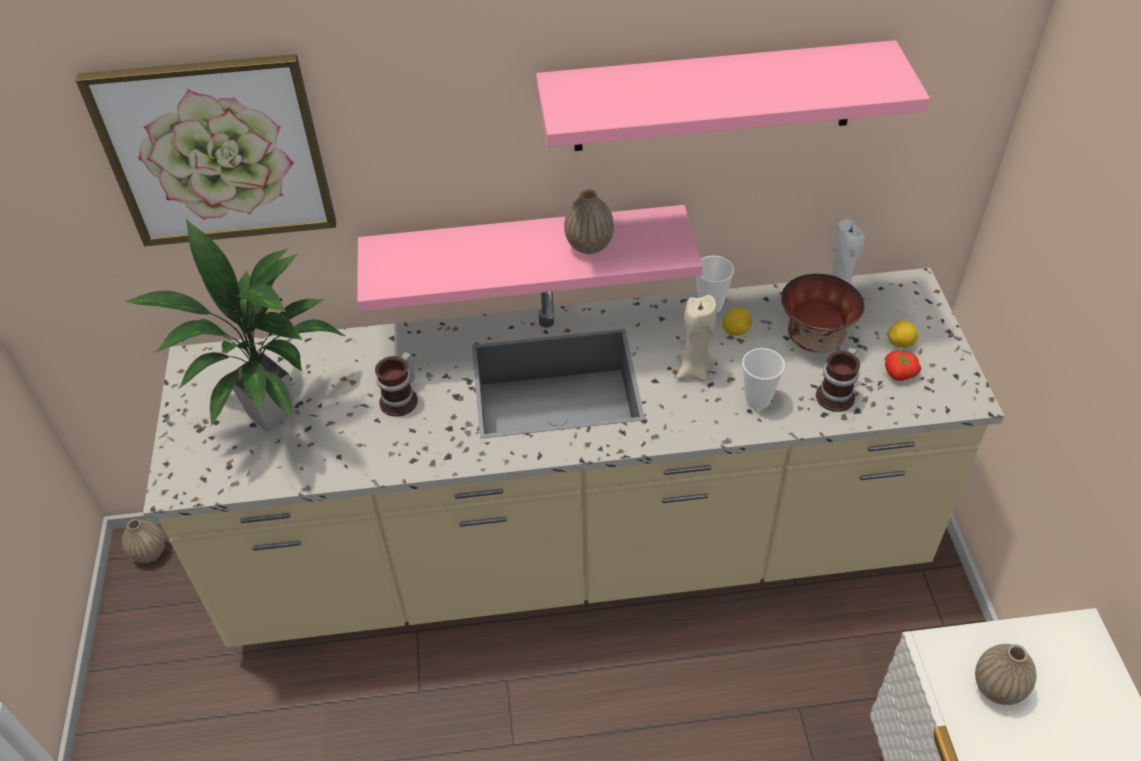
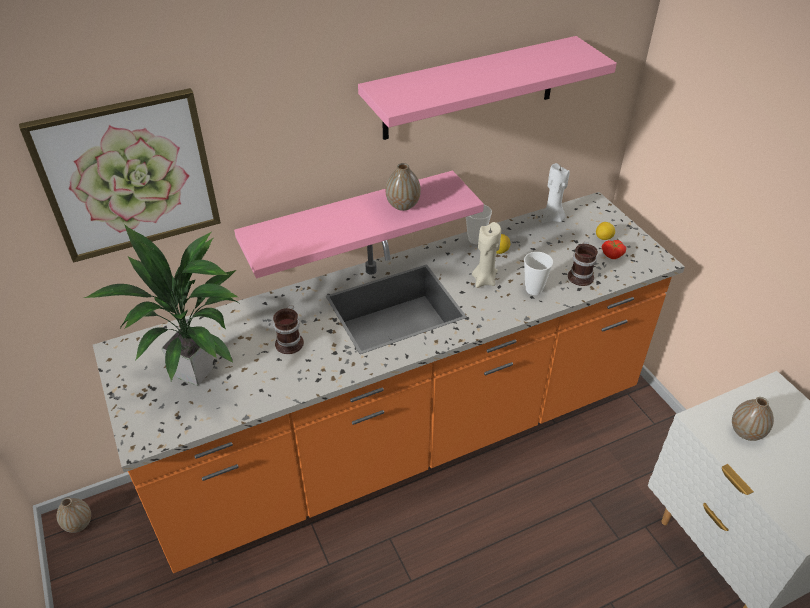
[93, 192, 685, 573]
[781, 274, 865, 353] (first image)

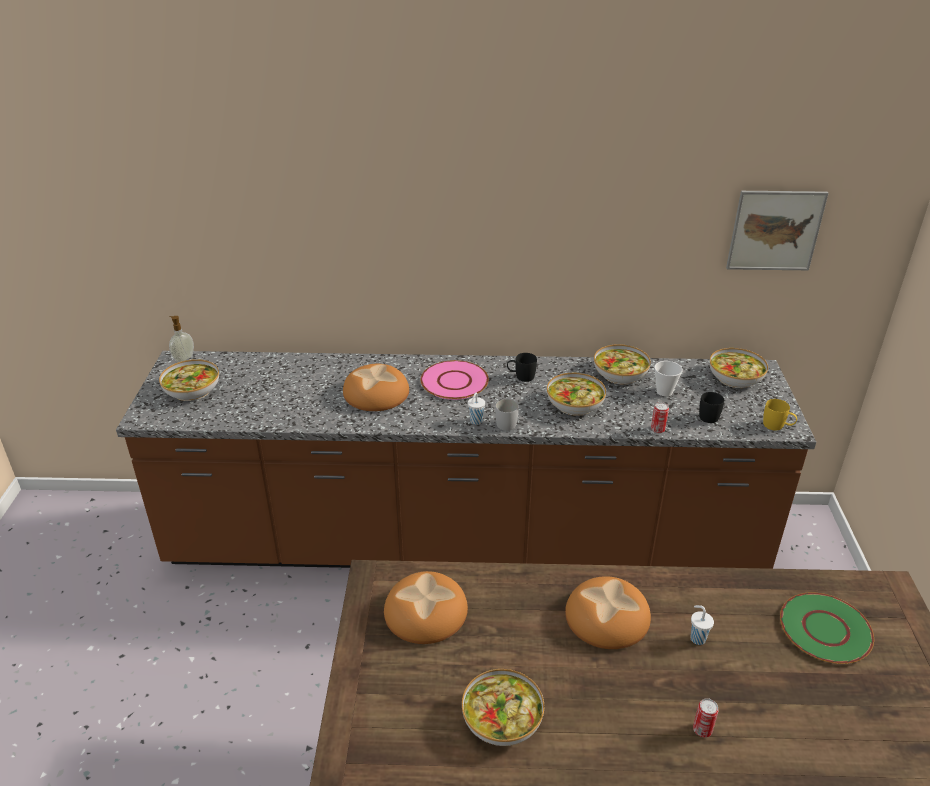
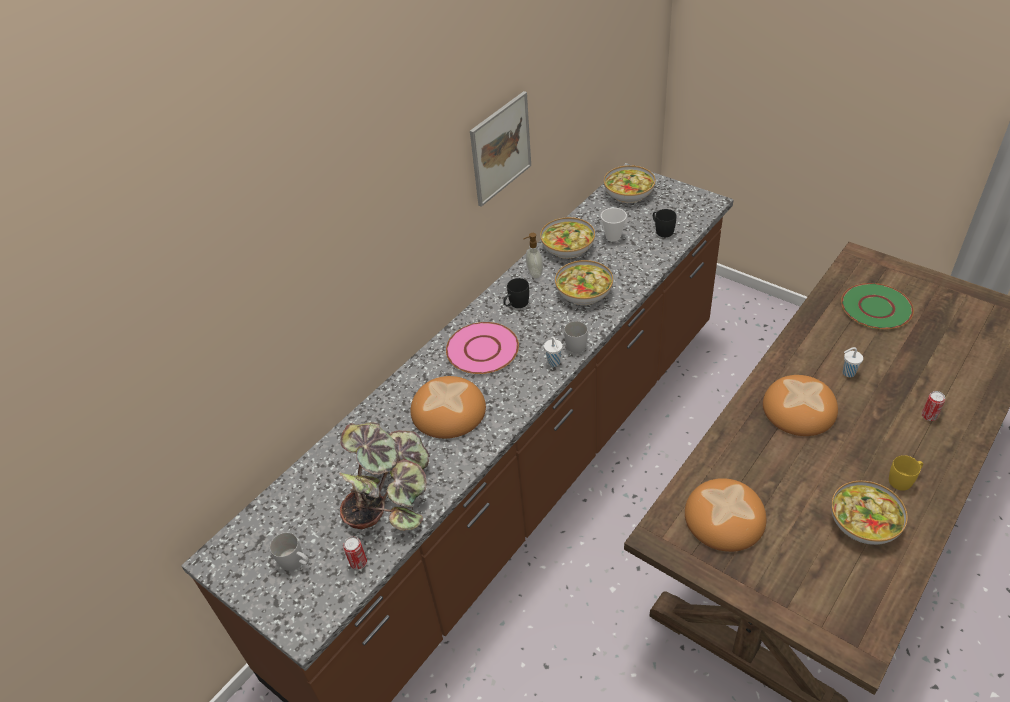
[270, 533, 309, 571]
[524, 233, 543, 279]
[343, 536, 367, 569]
[470, 91, 531, 207]
[889, 455, 923, 491]
[339, 422, 430, 531]

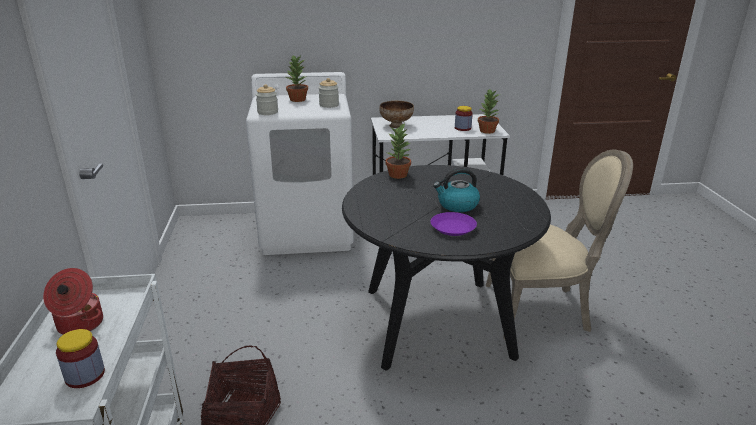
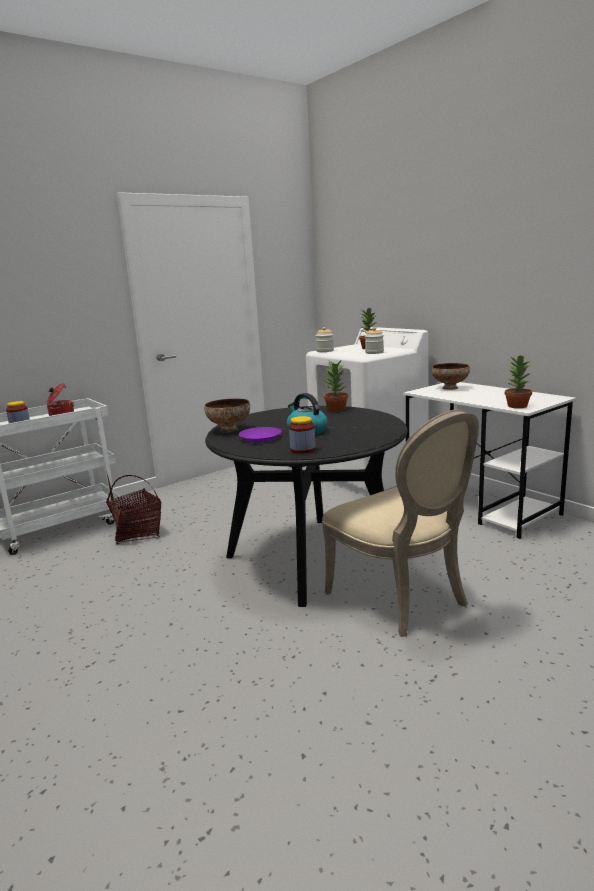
[289, 416, 316, 454]
[204, 398, 250, 433]

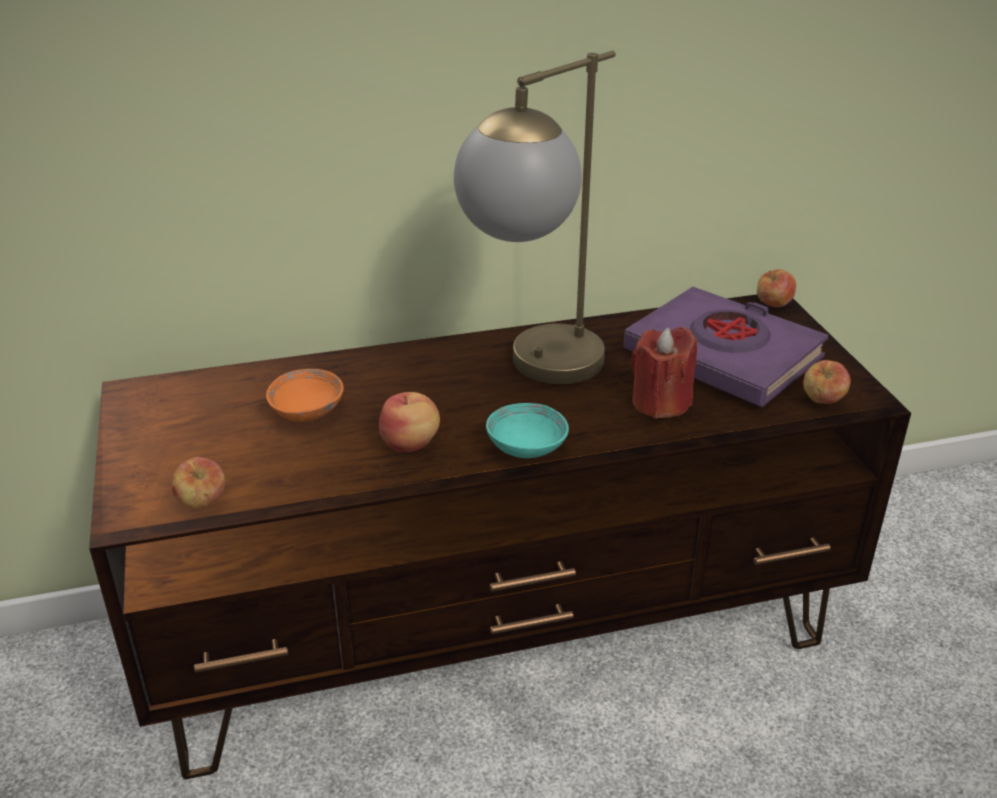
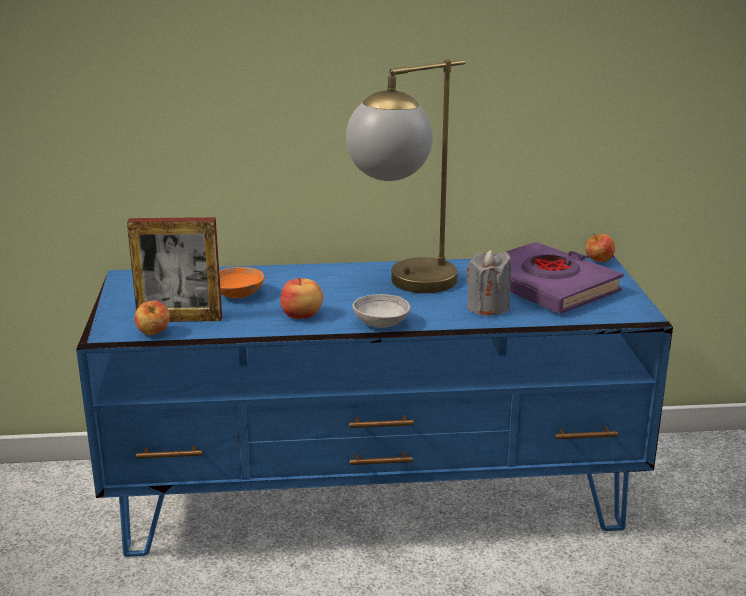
[76, 255, 673, 557]
[353, 294, 410, 328]
[466, 250, 511, 315]
[803, 360, 851, 404] (first image)
[127, 217, 222, 322]

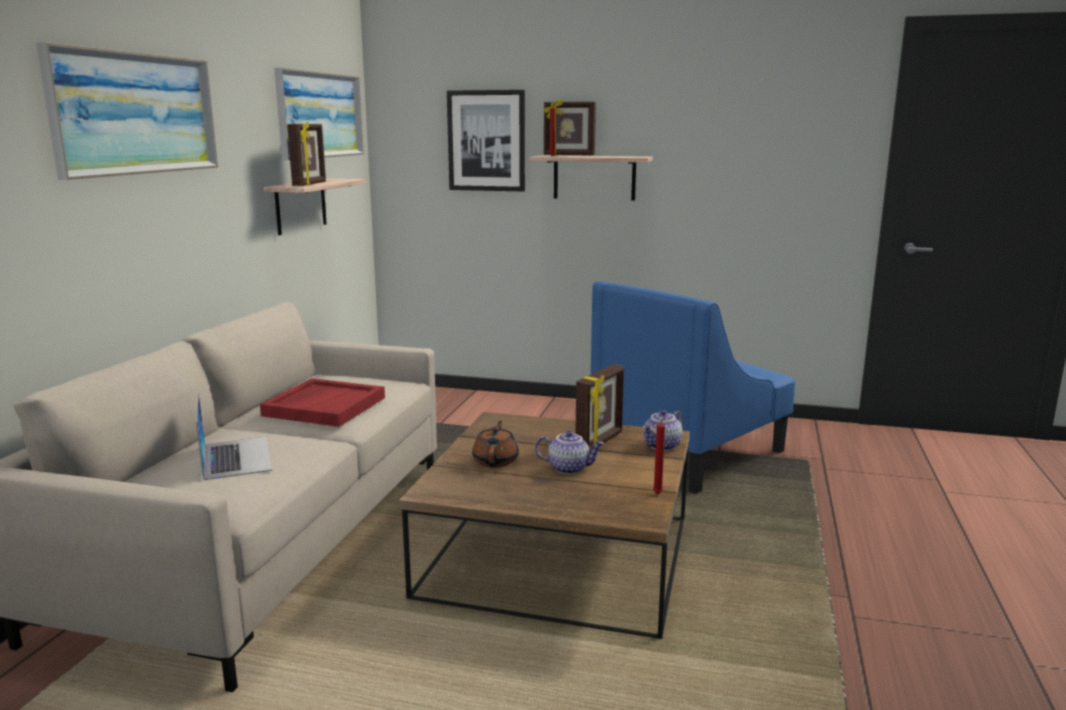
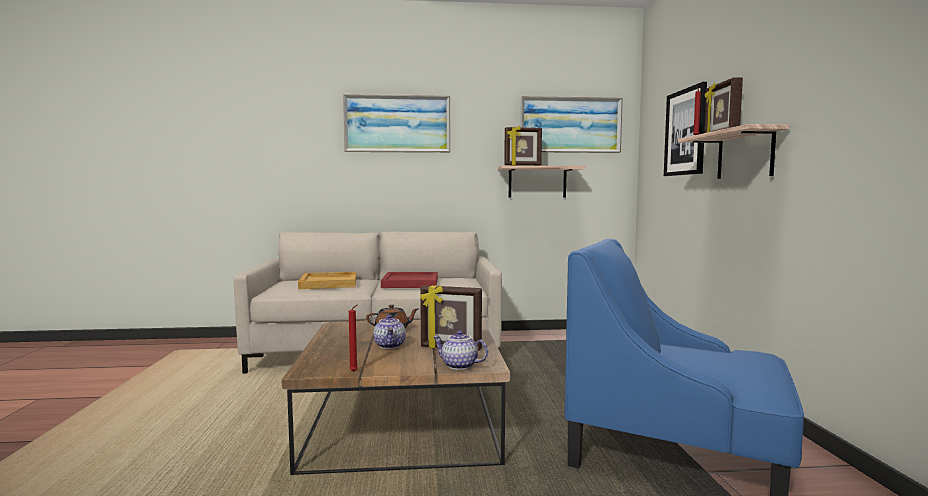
[298, 272, 356, 289]

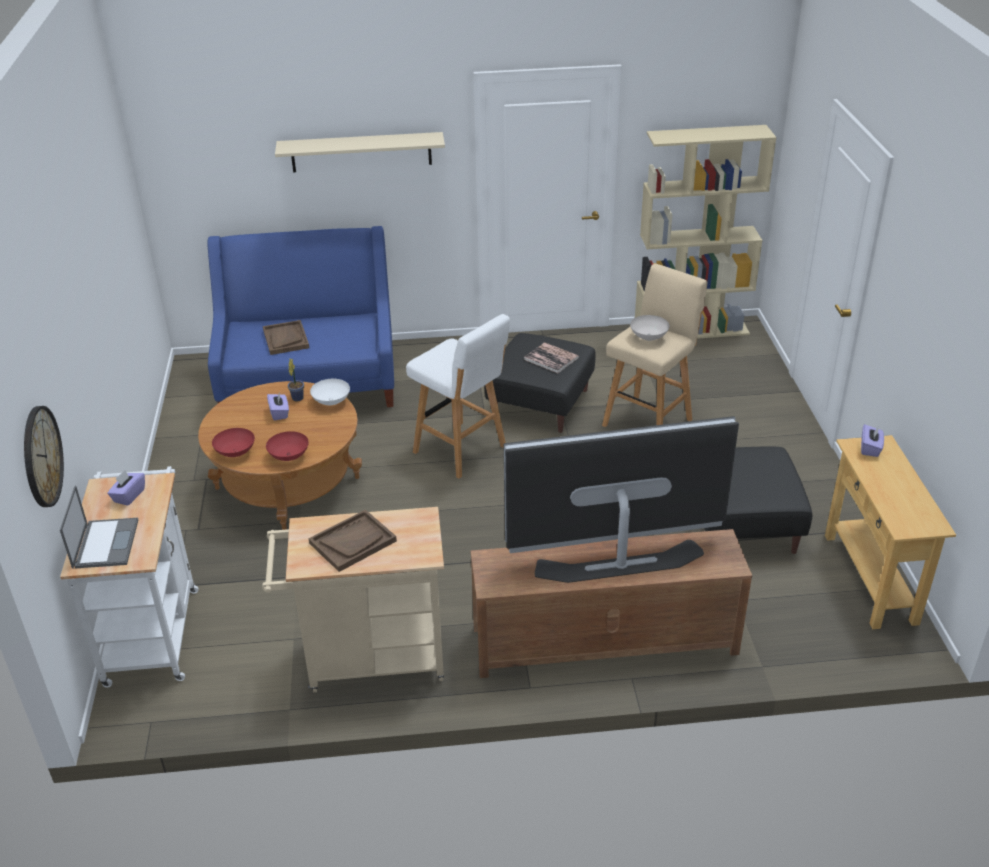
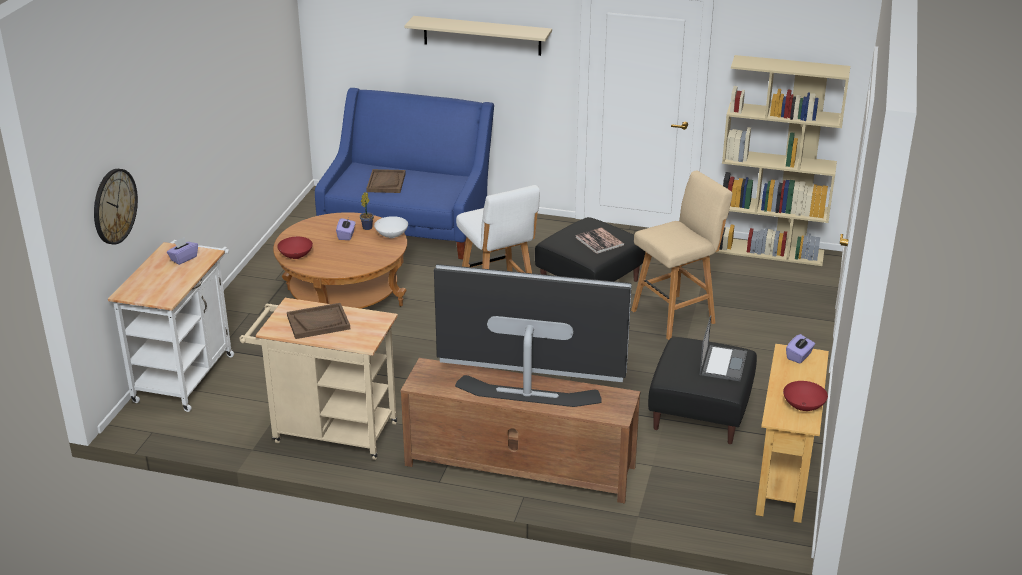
[699, 315, 747, 381]
[783, 381, 828, 411]
[630, 315, 670, 341] (first image)

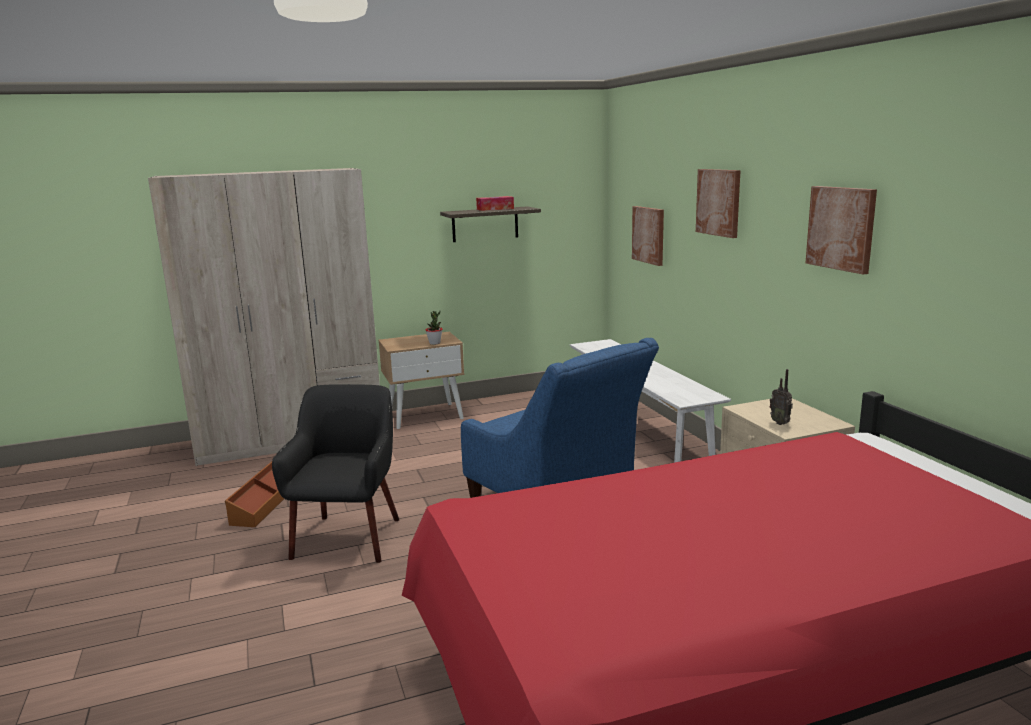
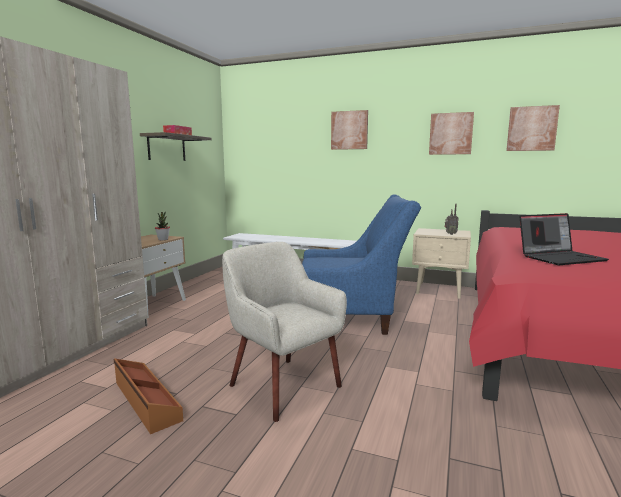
[222, 242, 347, 422]
[506, 105, 560, 151]
[519, 213, 609, 265]

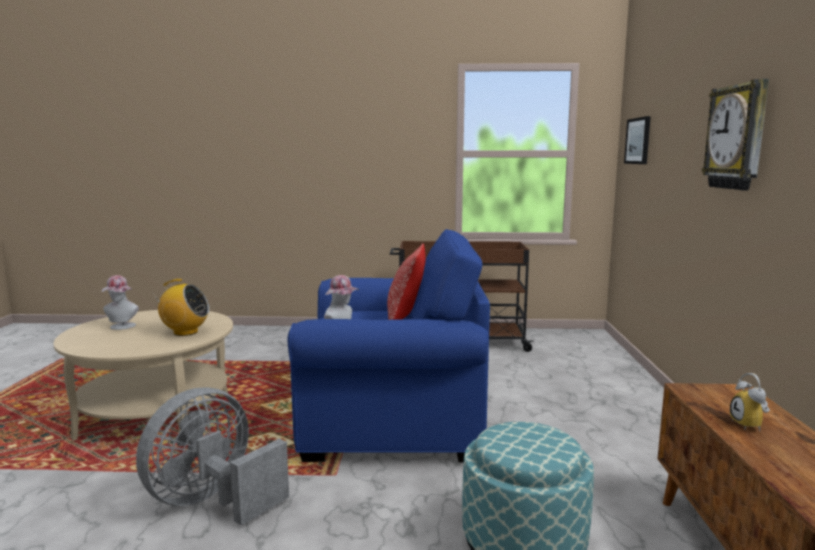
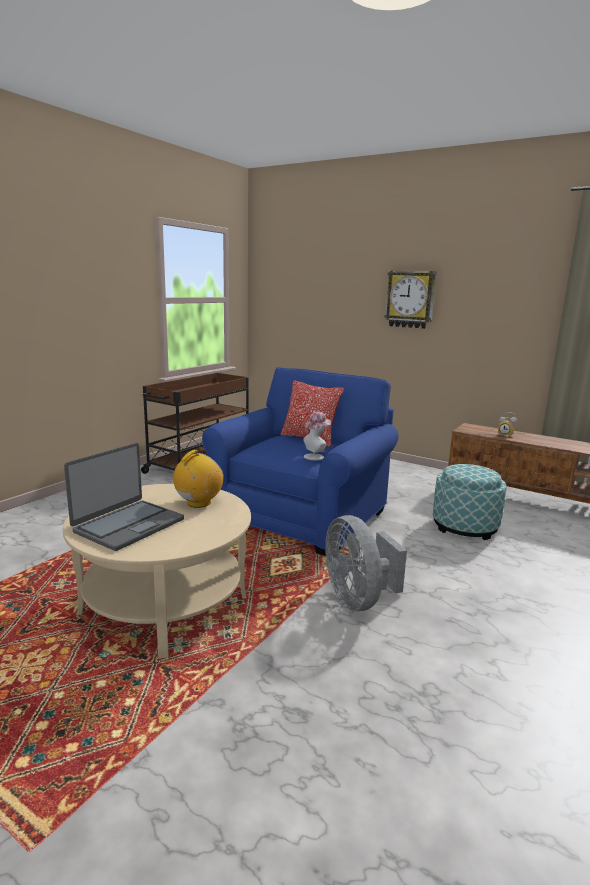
[64, 443, 184, 551]
[624, 116, 651, 164] (first image)

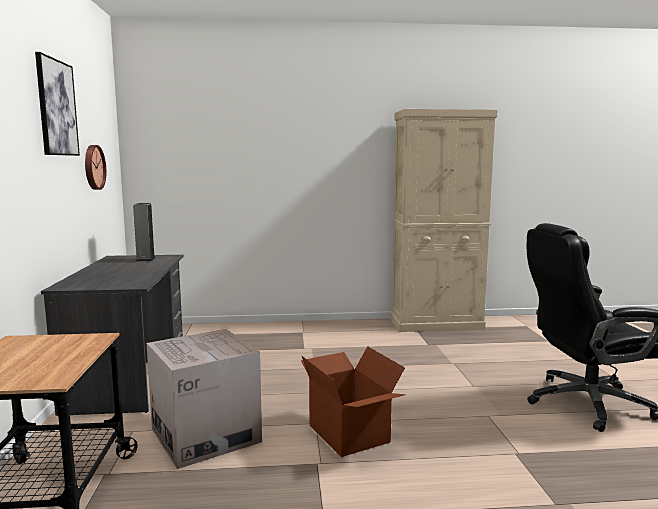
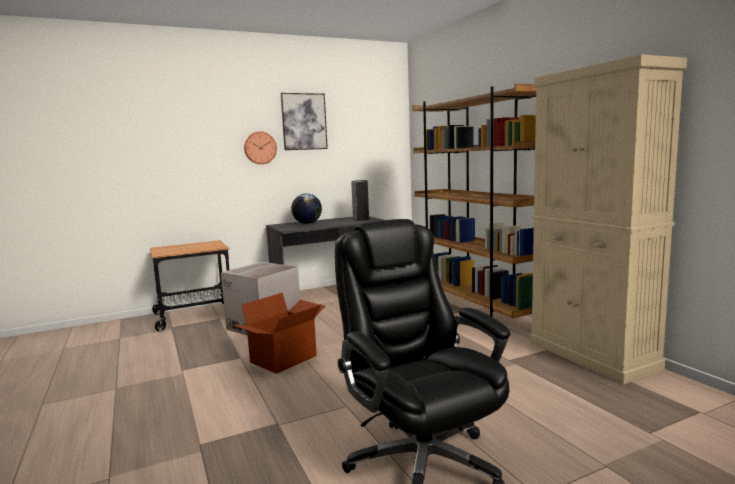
[244, 131, 277, 164]
[291, 193, 322, 224]
[412, 84, 536, 318]

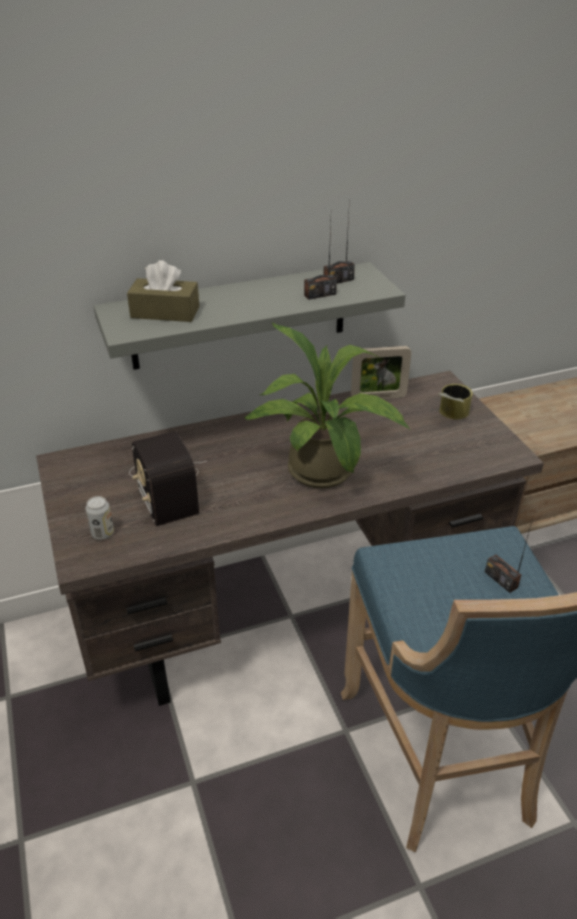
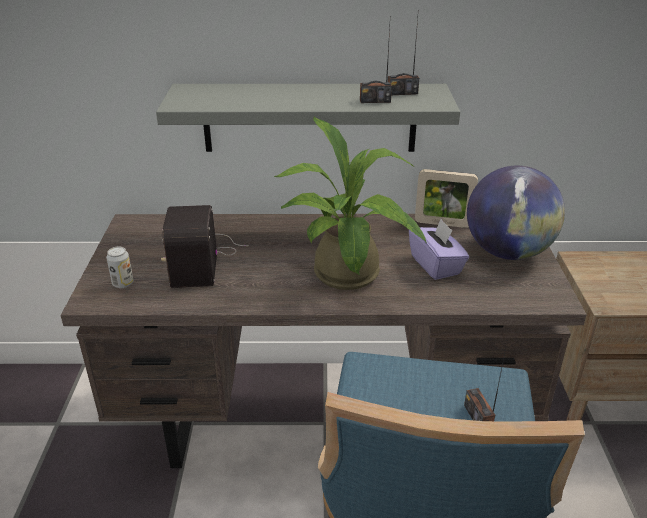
[127, 260, 200, 322] (first image)
[467, 166, 565, 260]
[409, 219, 469, 280]

